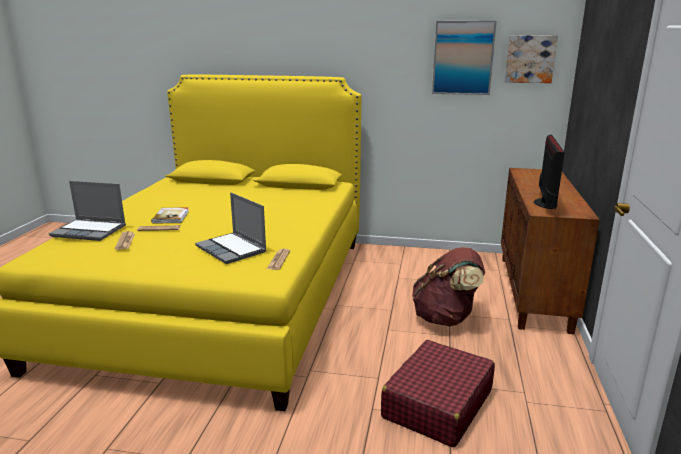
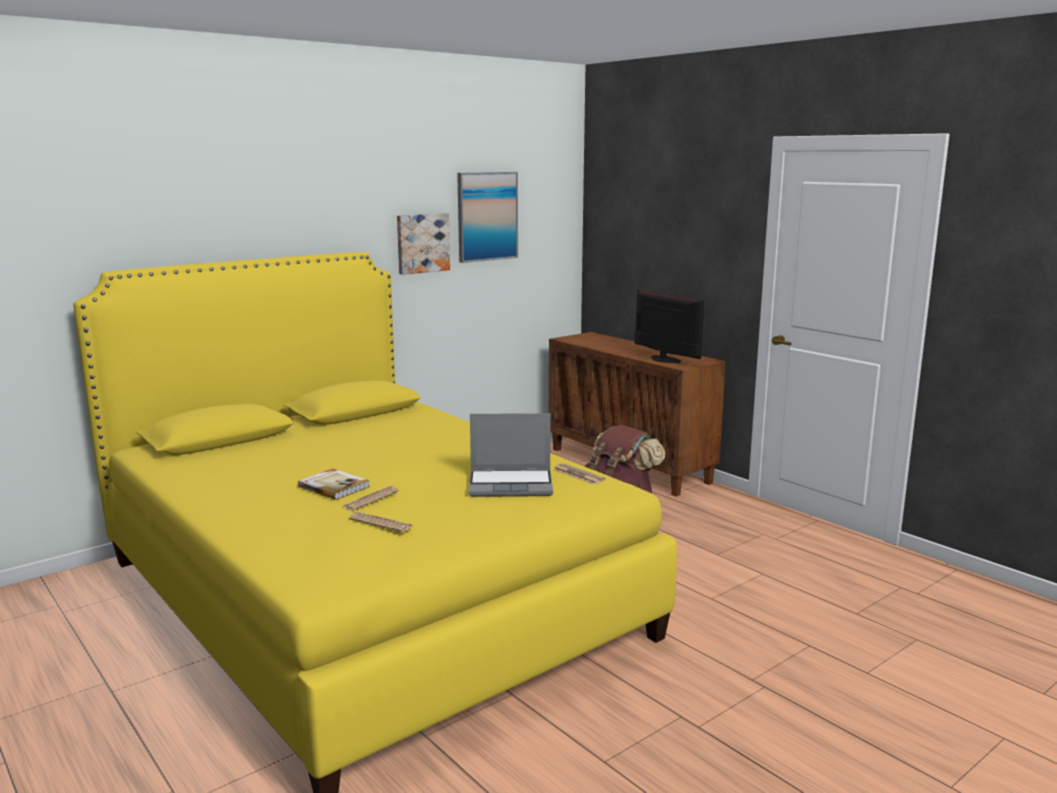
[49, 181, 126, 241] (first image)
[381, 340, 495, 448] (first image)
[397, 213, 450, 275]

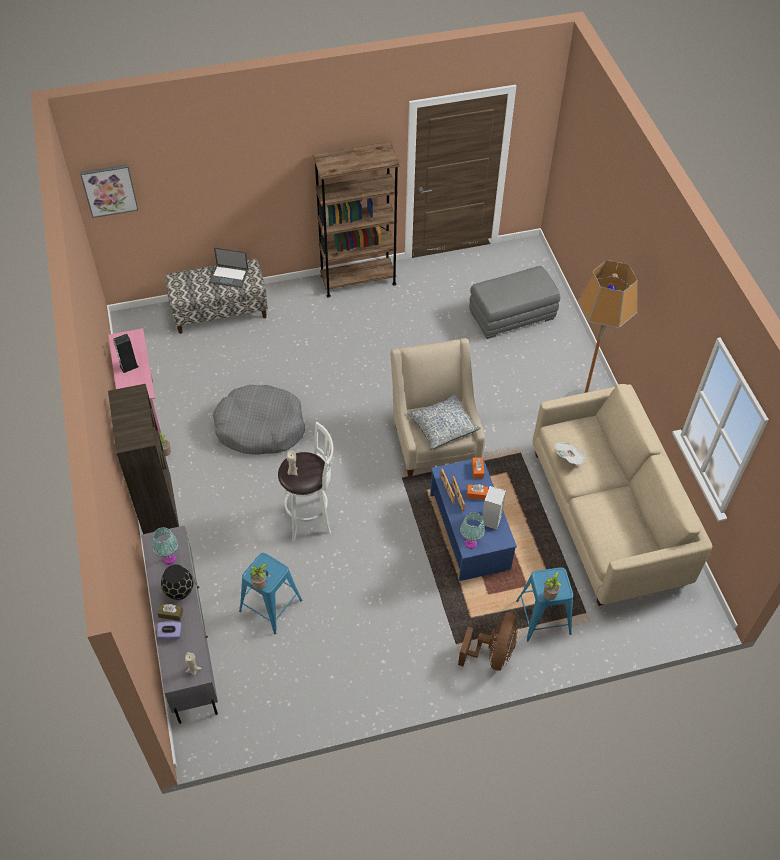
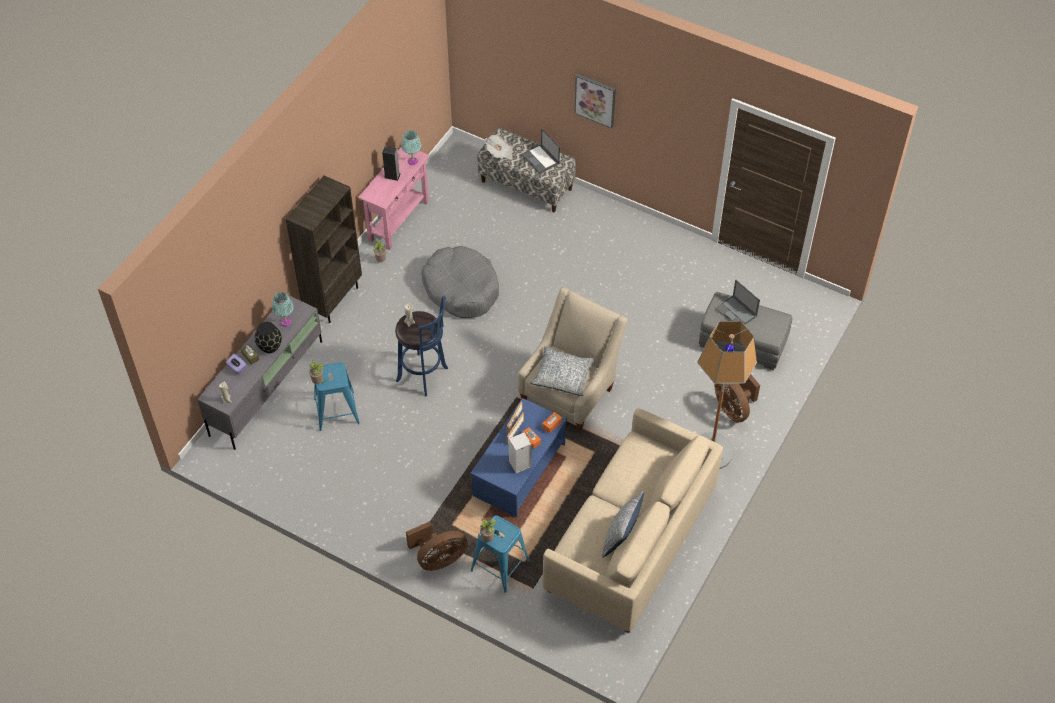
[574, 74, 616, 128]
[395, 296, 448, 397]
[313, 142, 400, 298] (first image)
[401, 130, 422, 165]
[485, 135, 513, 160]
[602, 491, 644, 558]
[715, 280, 760, 325]
[715, 374, 760, 423]

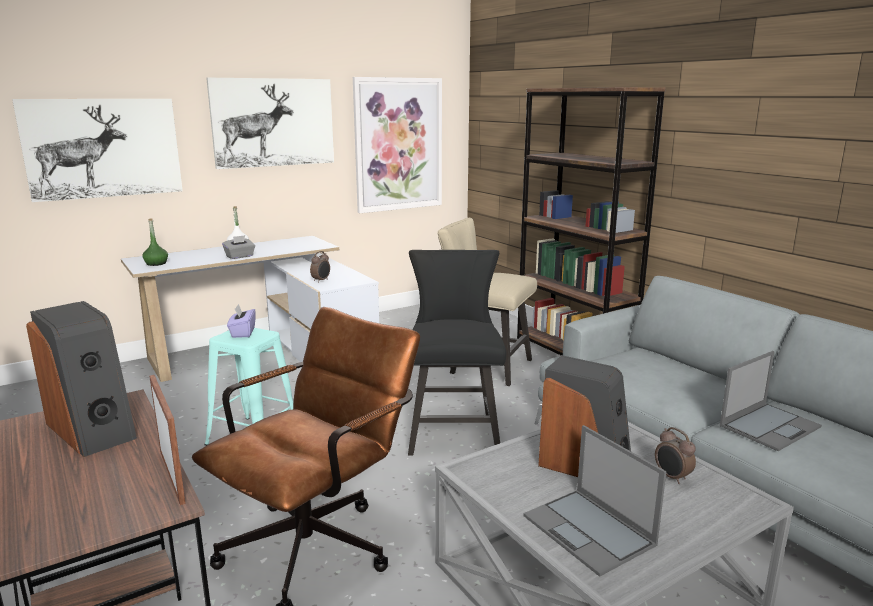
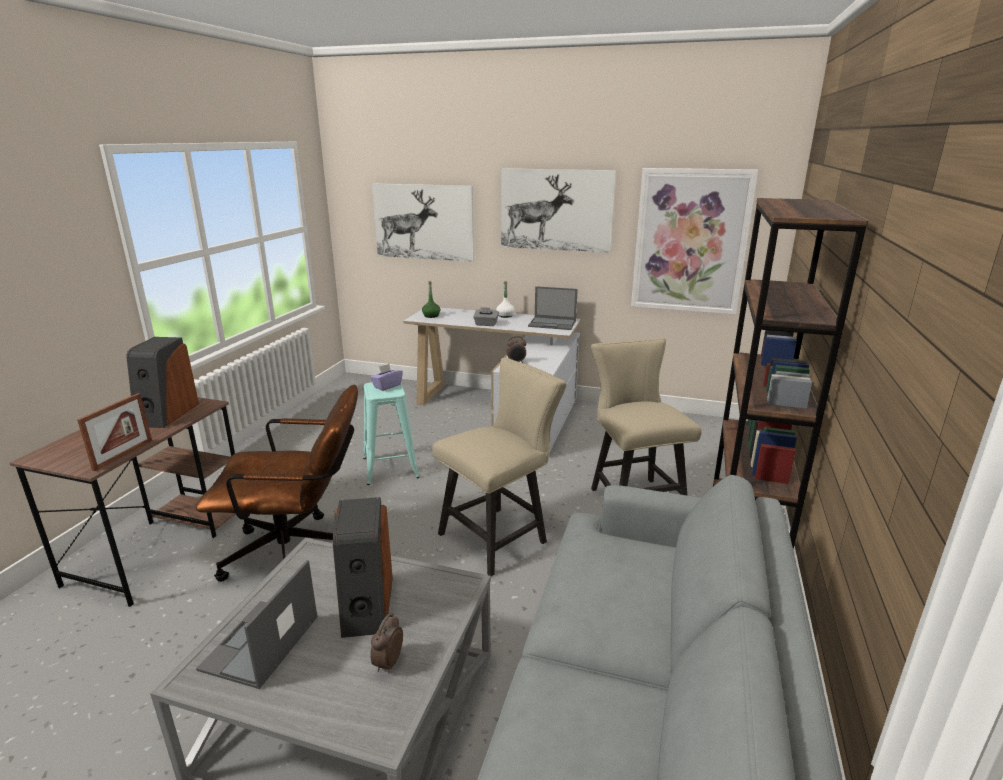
[432, 357, 567, 576]
[528, 286, 578, 330]

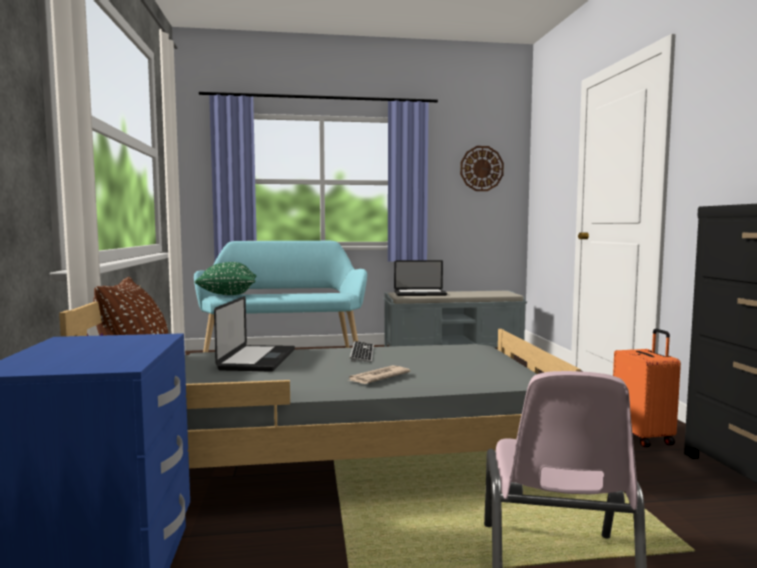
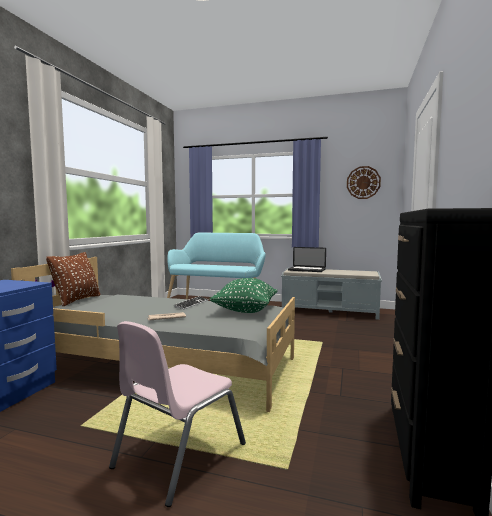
[210, 278, 277, 313]
[214, 296, 295, 371] (first image)
[613, 329, 681, 447] (first image)

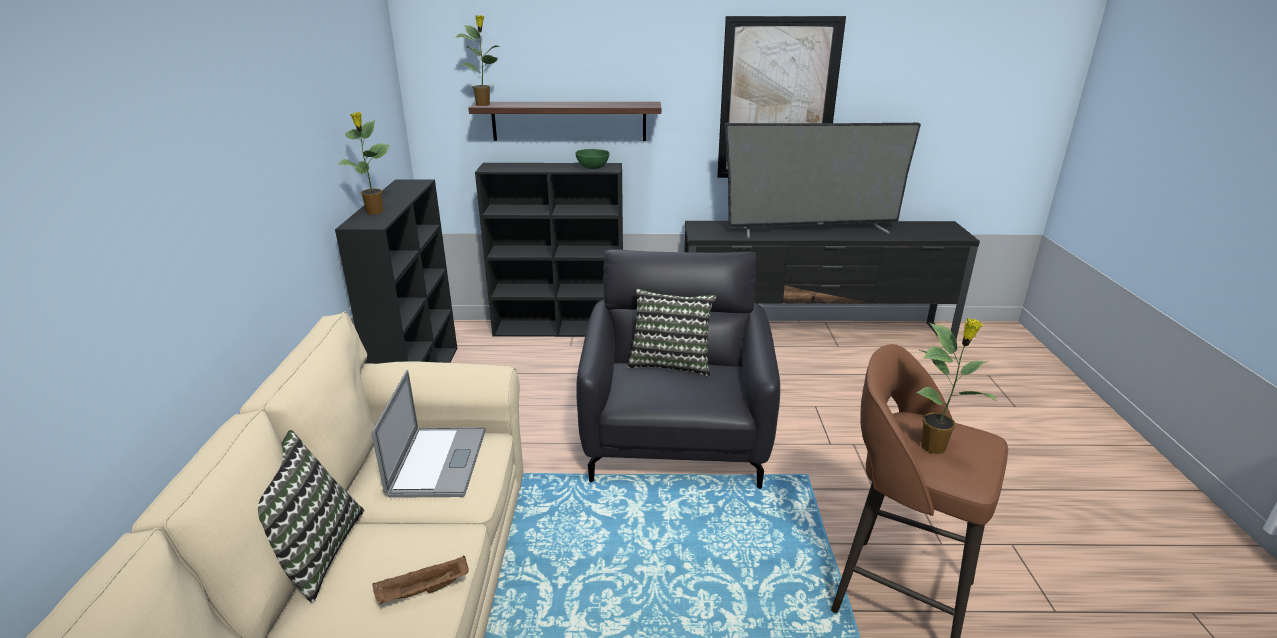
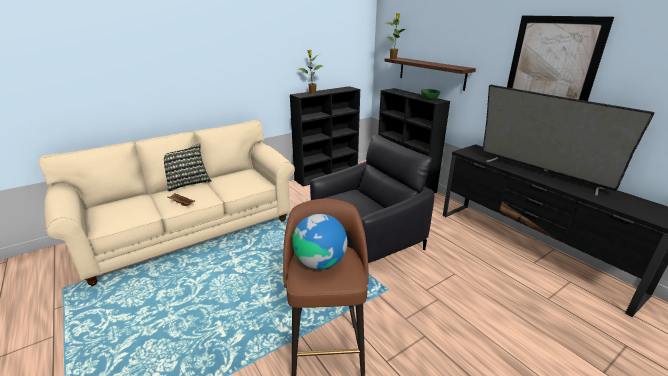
[372, 370, 486, 498] (first image)
[627, 289, 717, 377] (first image)
[292, 214, 348, 270]

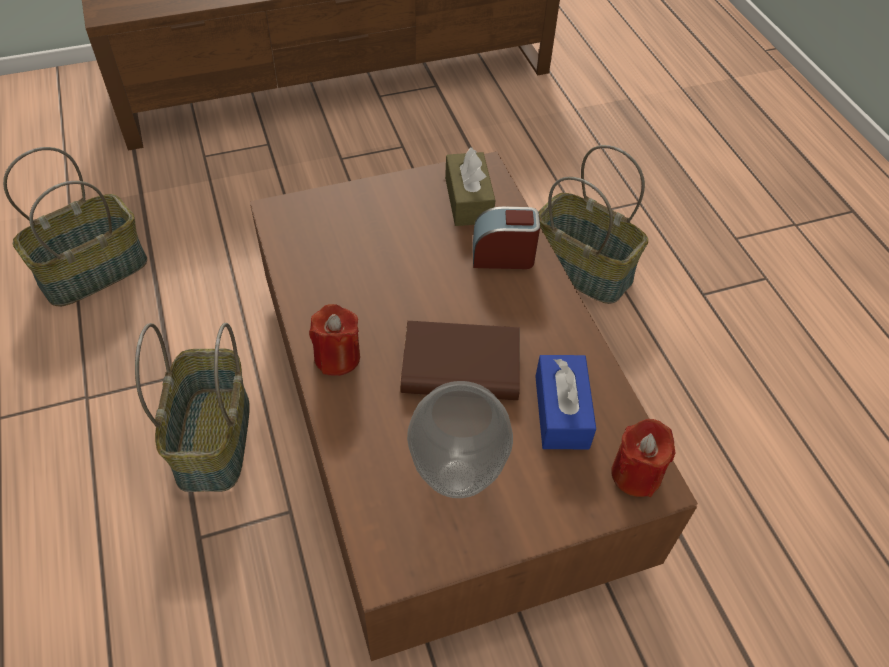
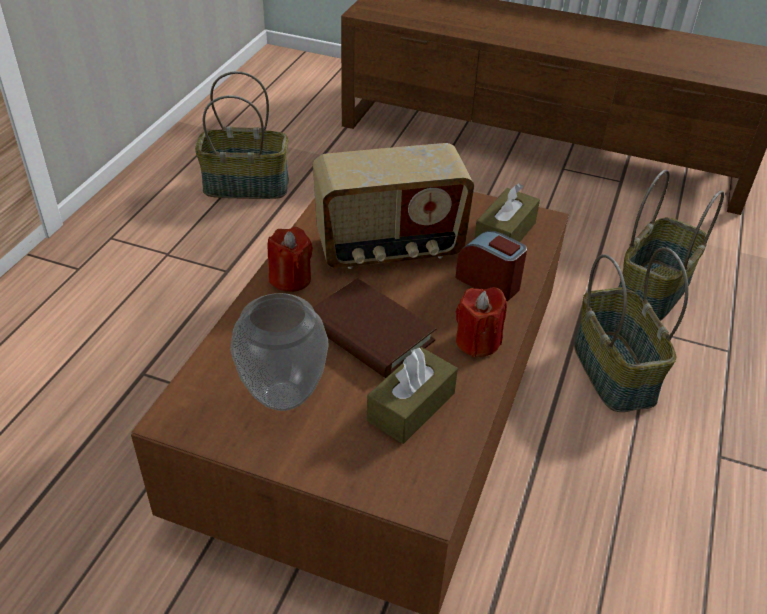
[618, 170, 724, 321]
[367, 347, 458, 444]
[456, 287, 507, 358]
[313, 143, 474, 269]

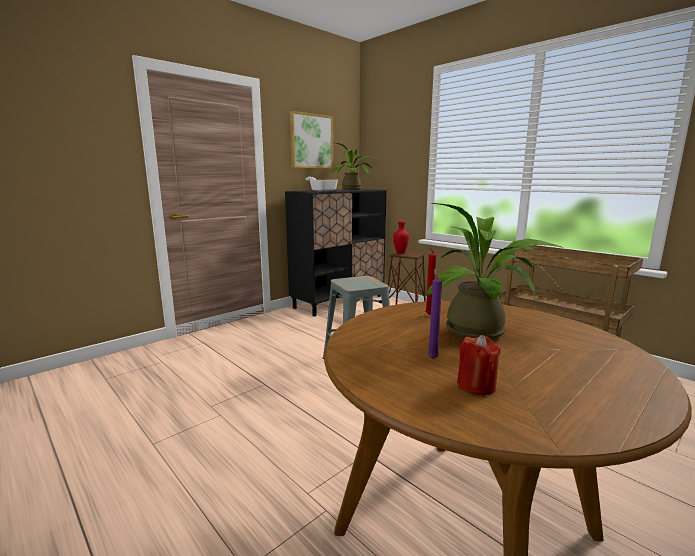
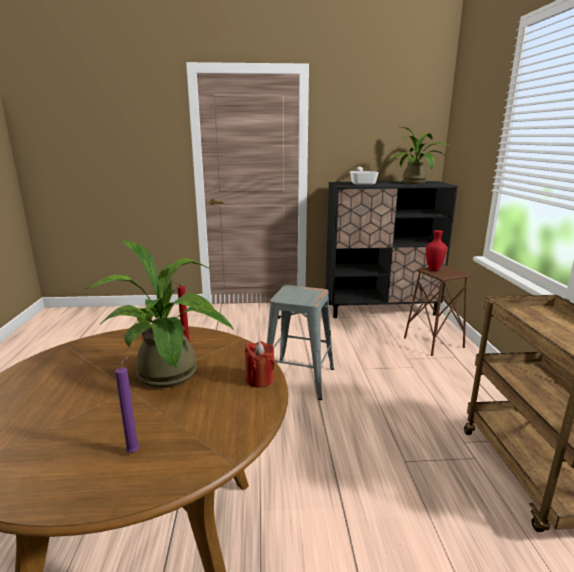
[290, 111, 333, 168] (first image)
[115, 355, 139, 453]
[245, 341, 275, 388]

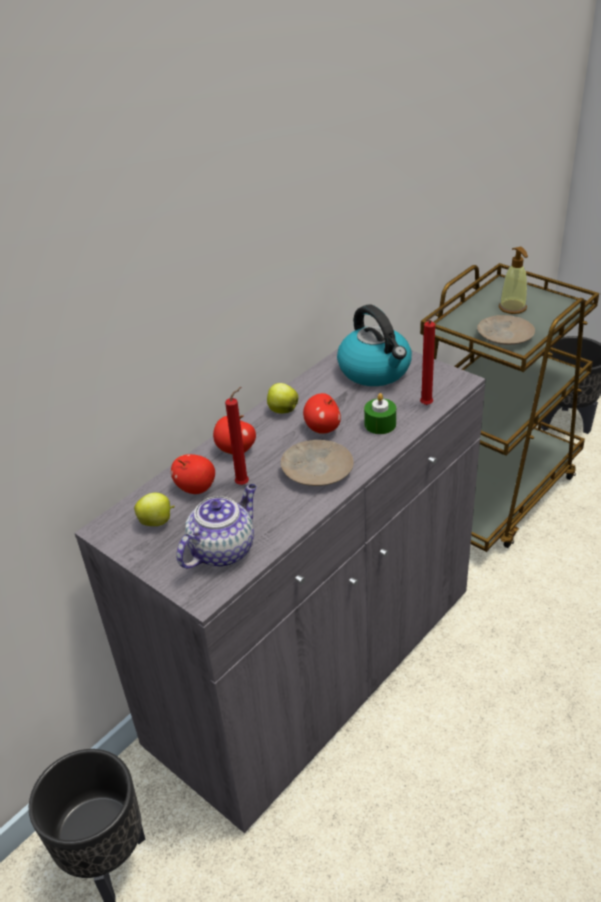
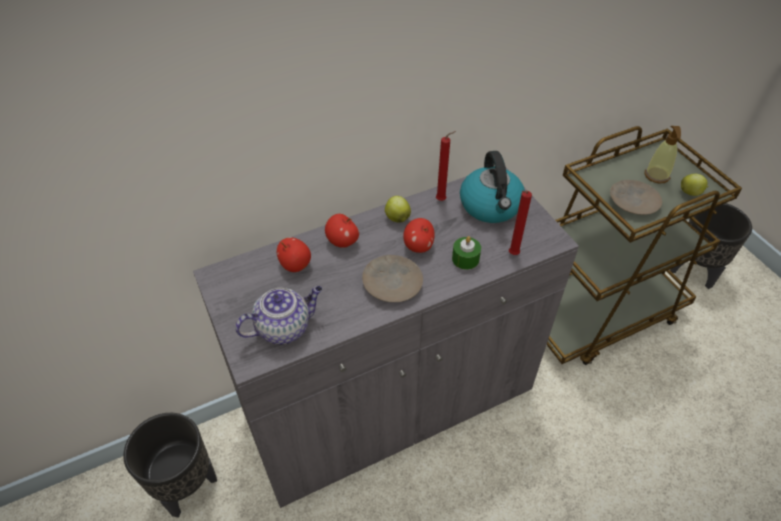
[681, 174, 709, 196]
[436, 131, 456, 201]

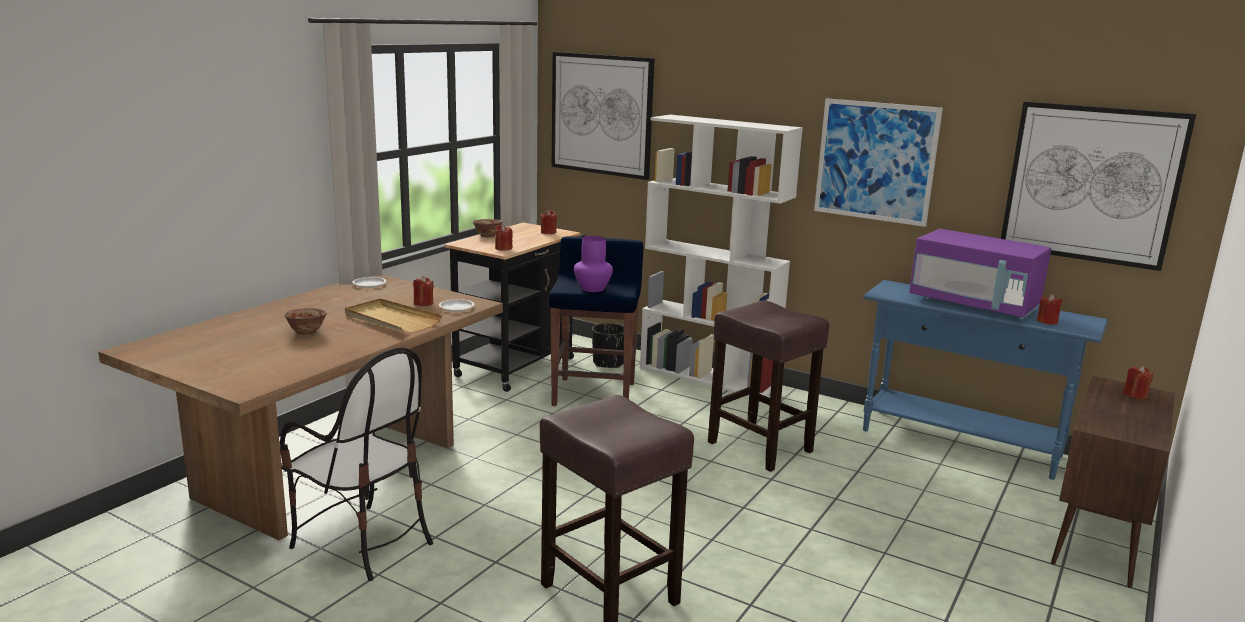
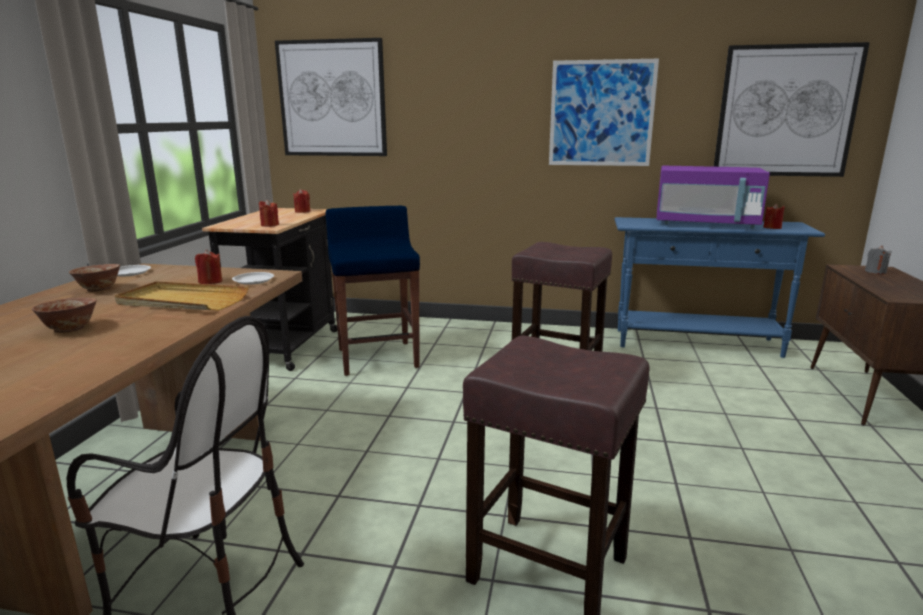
[69, 264, 120, 292]
[574, 236, 613, 292] (first image)
[592, 323, 624, 368] (first image)
[640, 115, 803, 397] (first image)
[865, 246, 892, 274]

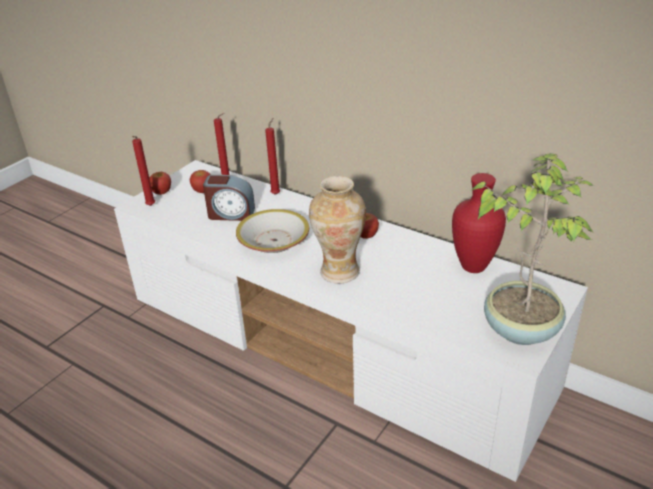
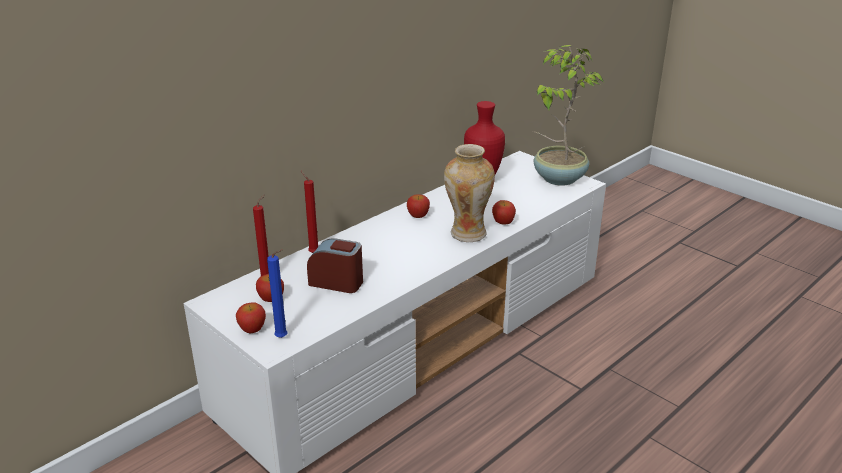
[267, 249, 288, 338]
[307, 238, 363, 293]
[236, 209, 309, 253] (first image)
[492, 200, 516, 225]

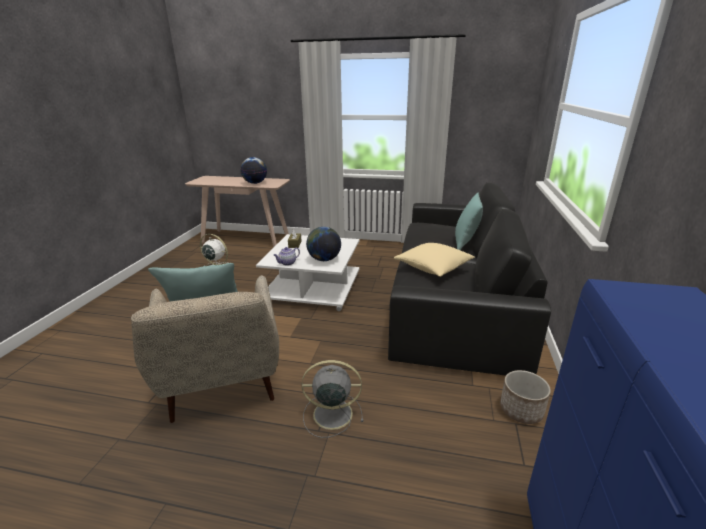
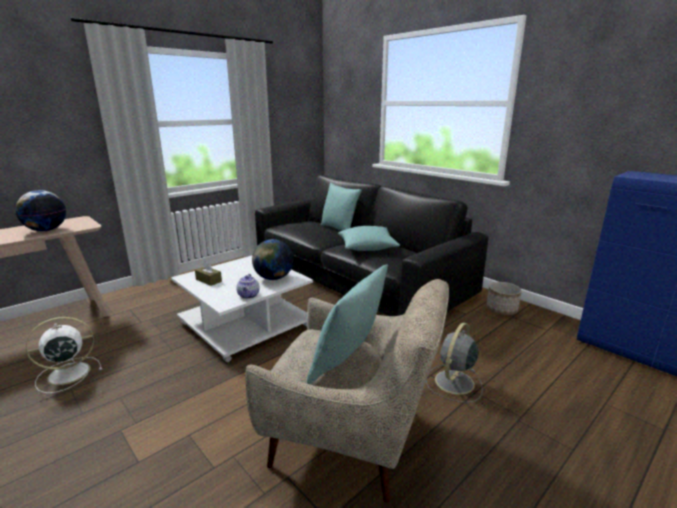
[338, 226, 400, 251]

